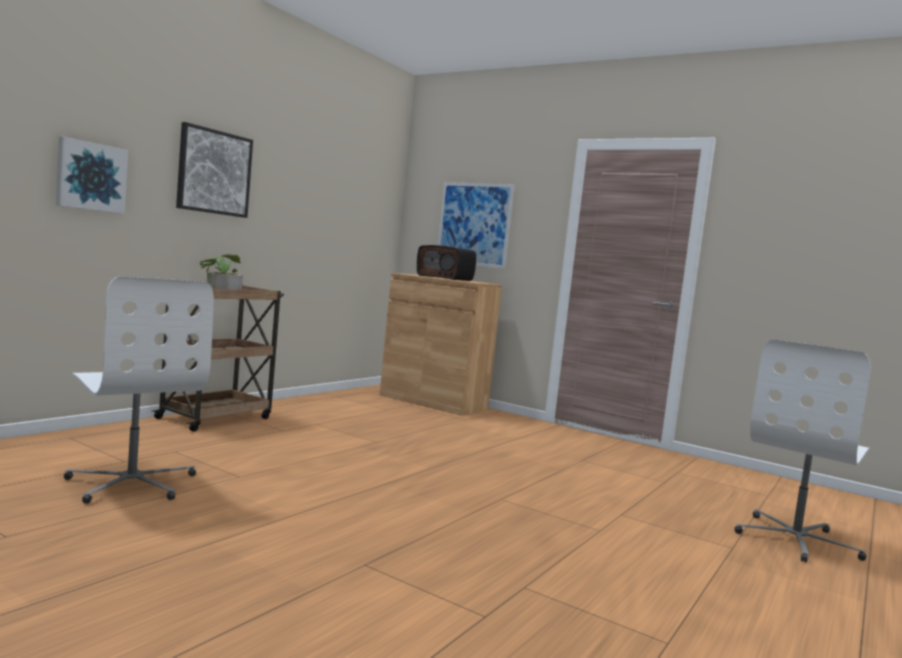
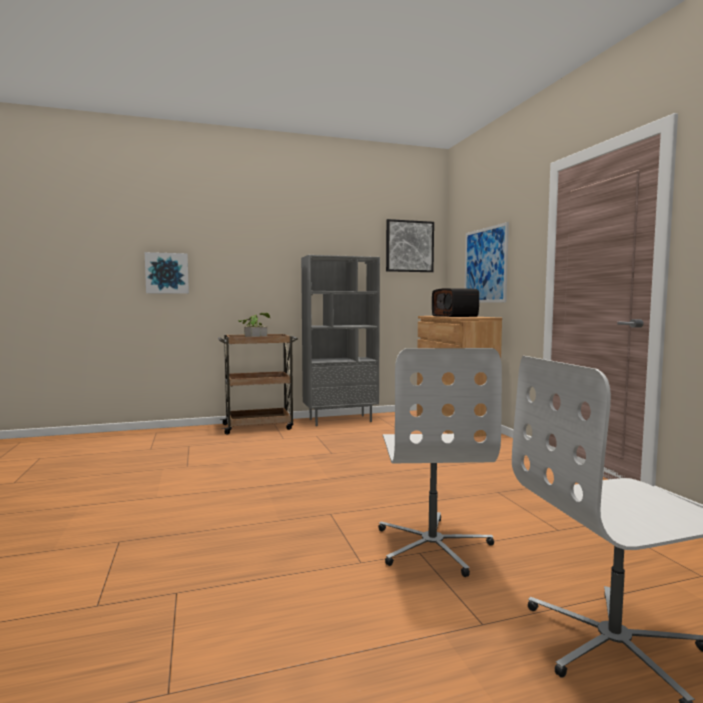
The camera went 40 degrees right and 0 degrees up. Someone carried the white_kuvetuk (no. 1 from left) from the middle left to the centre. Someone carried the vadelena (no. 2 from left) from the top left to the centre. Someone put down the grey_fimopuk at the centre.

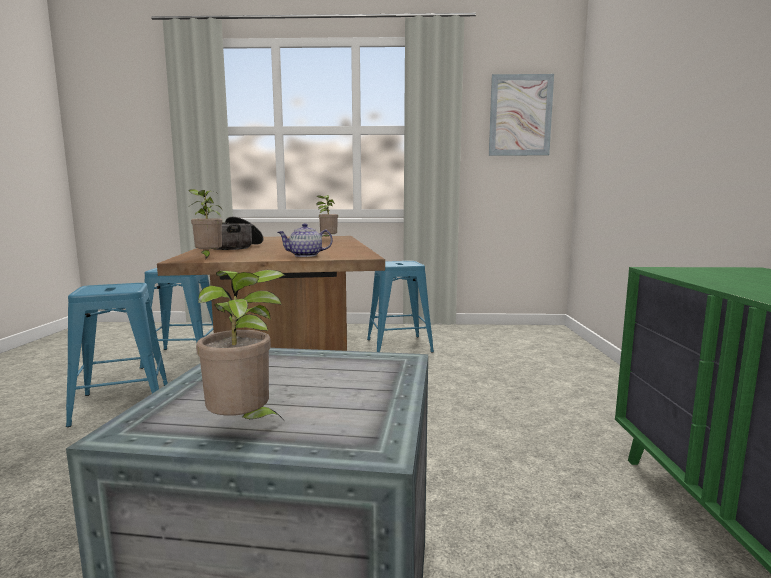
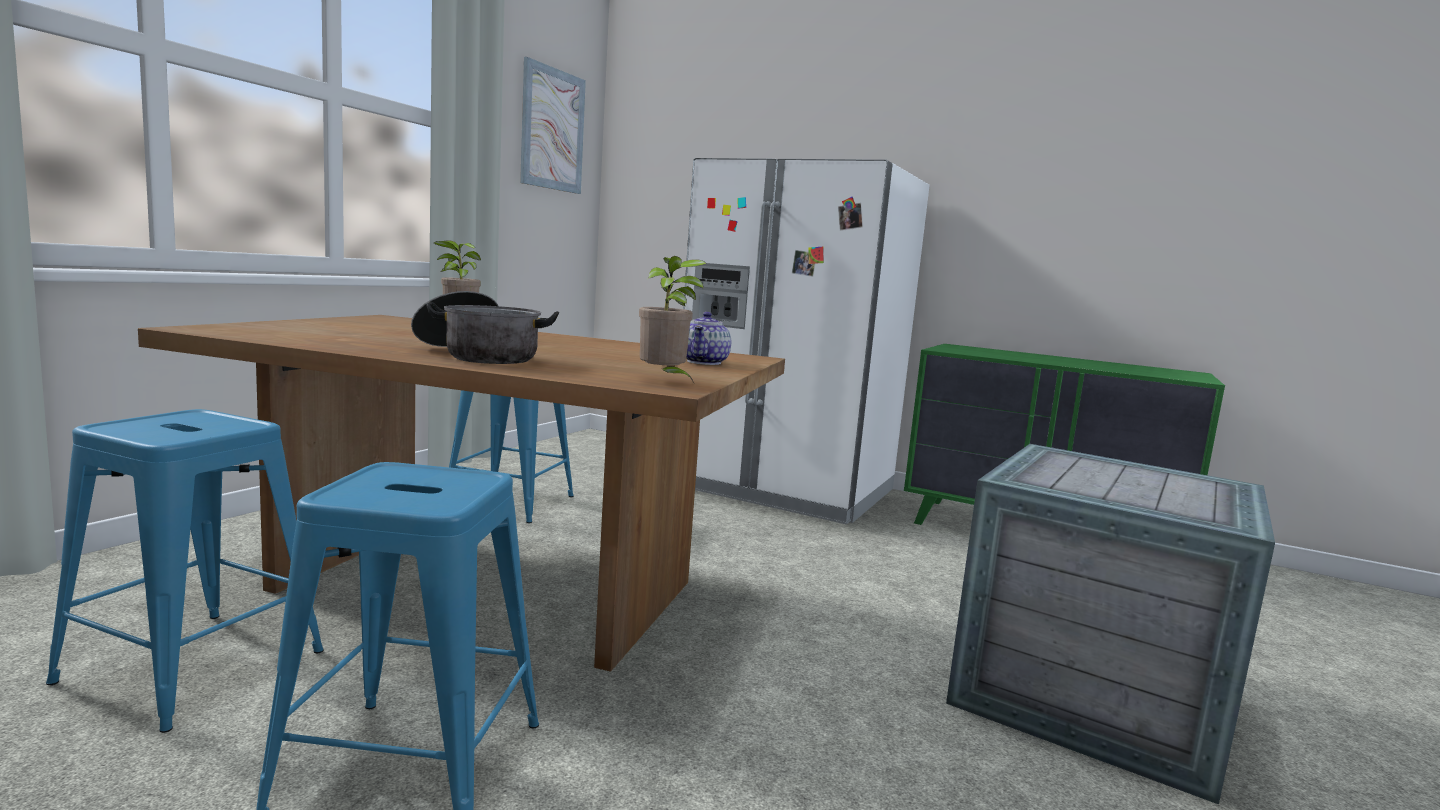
The camera went 65 degrees left and 0 degrees up. Someone took away the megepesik (no. 2 from left) at the middle left. Someone put down the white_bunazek at the centre.

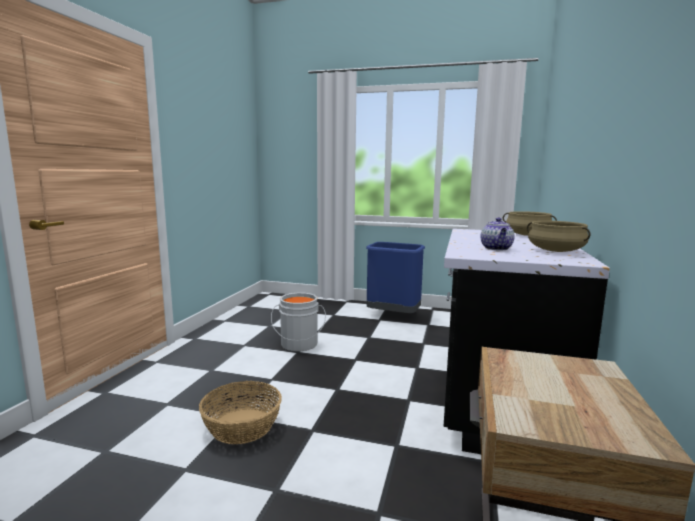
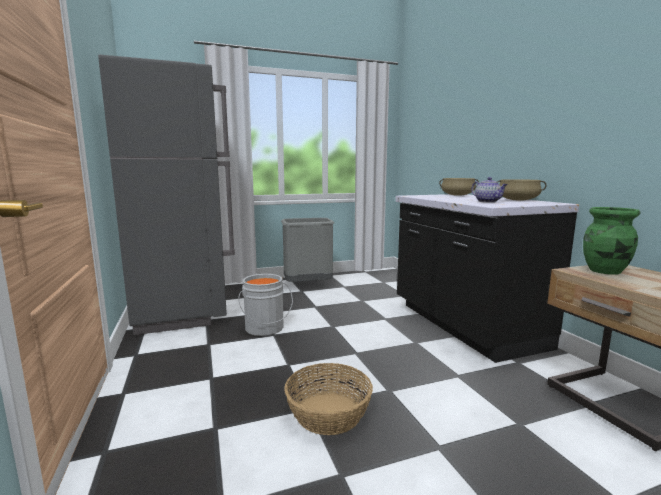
The camera went 35 degrees left and 0 degrees up. Someone repainted the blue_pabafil at the centre, which became the grey_pabafil at the centre. Someone put down the grey_bunazek at the middle left. Someone put down the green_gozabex at the middle right.

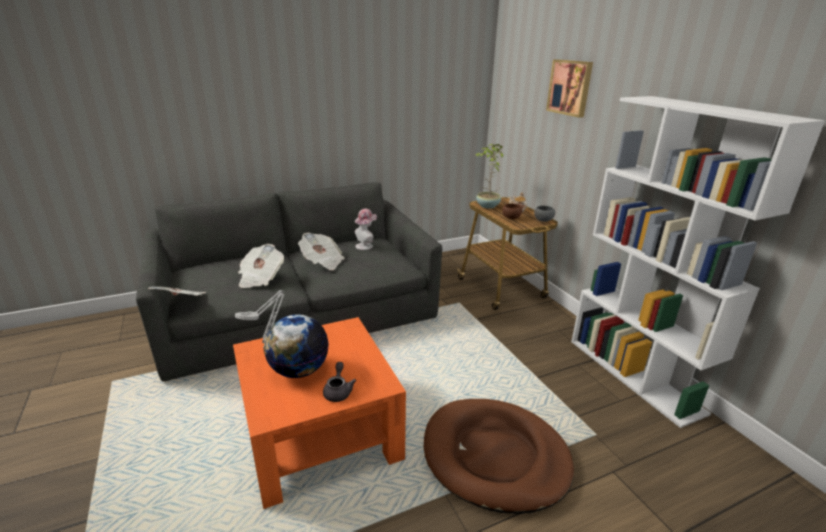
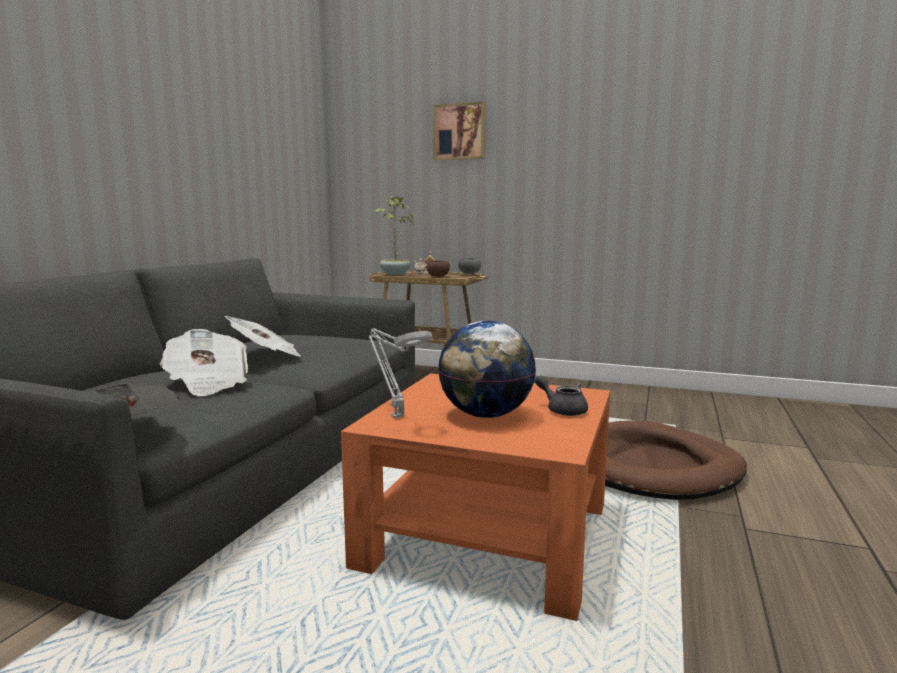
The camera went 45 degrees left and 15 degrees down. Someone took away the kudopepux at the centre. Someone took away the white_fimopuk at the middle right.

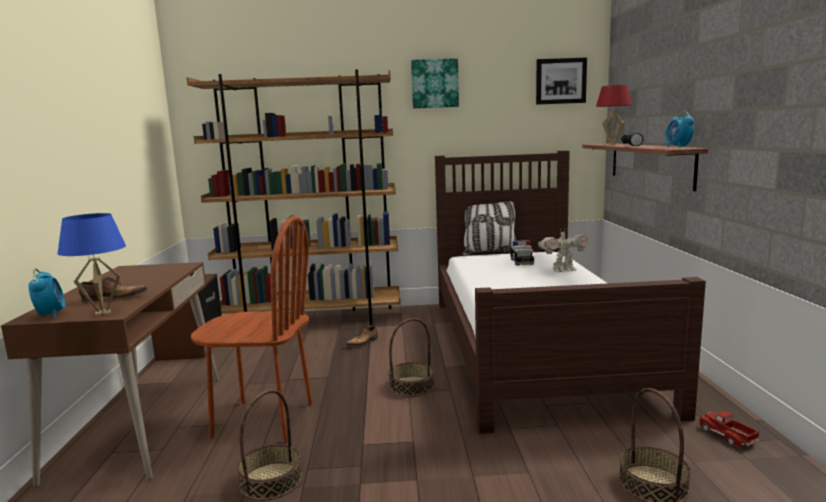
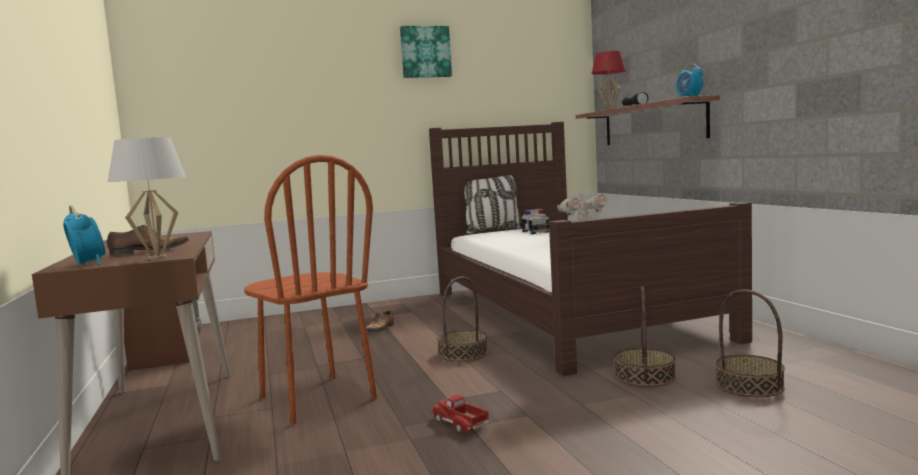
The camera went 15 degrees left and 5 degrees down. Someone repainted the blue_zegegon at the middle left, which became the white_zegegon at the middle left. Someone took away the brown_fimopuk at the centre. Someone rotated the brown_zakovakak at the middle left by 60 degrees clockwise. Someone carried the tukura (no. 1 from left in the first image) from the bottom left to the bottom right. Someone took away the vadelena (no. 2 from left) at the top right. Someone carried the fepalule from the bottom right to the bottom centre.

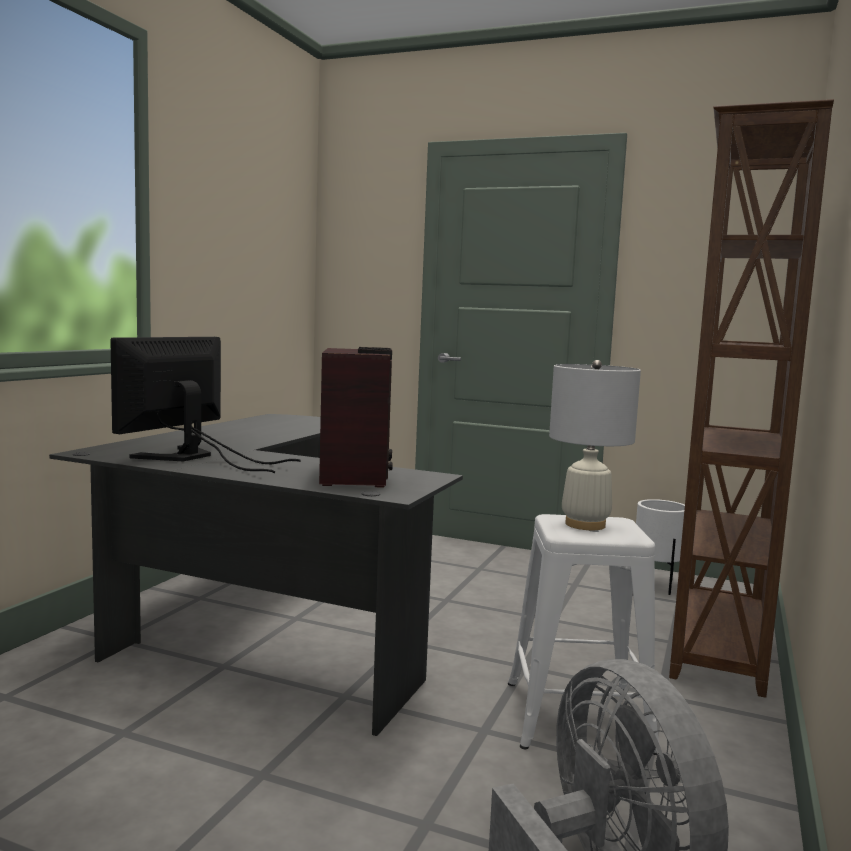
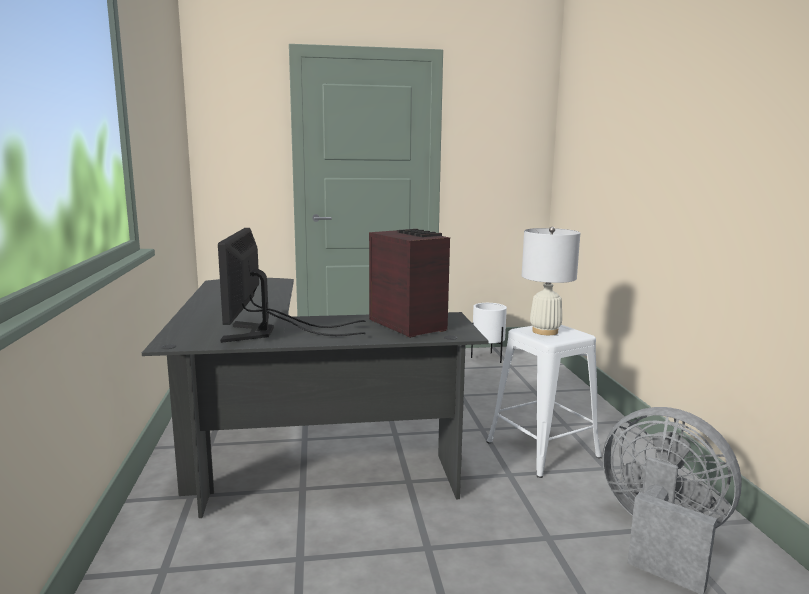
The camera went 30 degrees left and 5 degrees up. Someone took away the brown_fimopuk at the middle right.

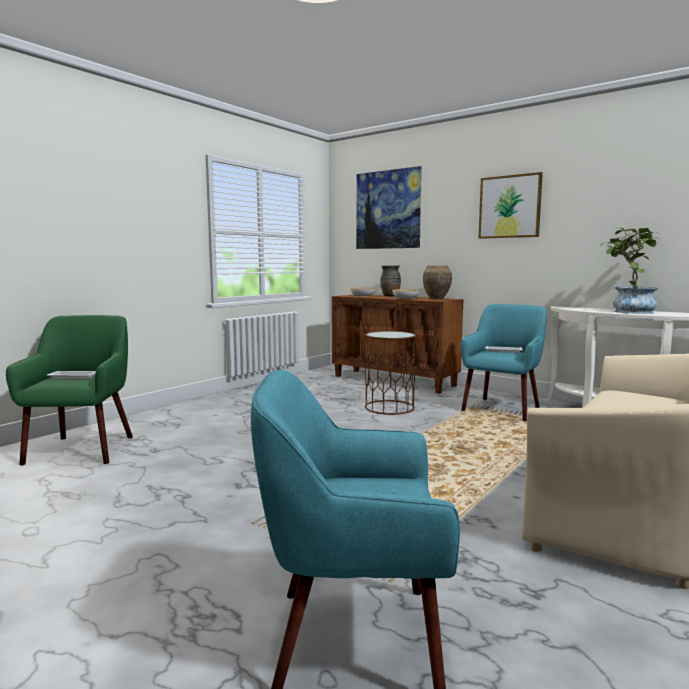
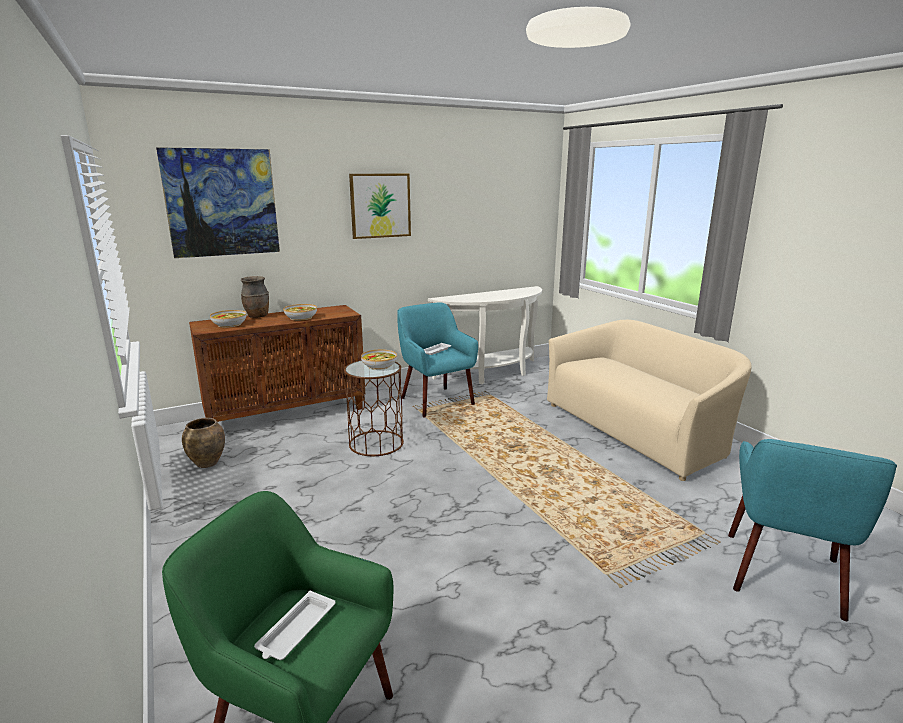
The camera went 65 degrees left and 10 degrees up. Someone carried the brown_gozabex (no. 2 from left in the first image) from the centre to the middle left. Someone took away the megepesik at the middle right. Someone put down the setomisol (no. 3 from left) at the centre.

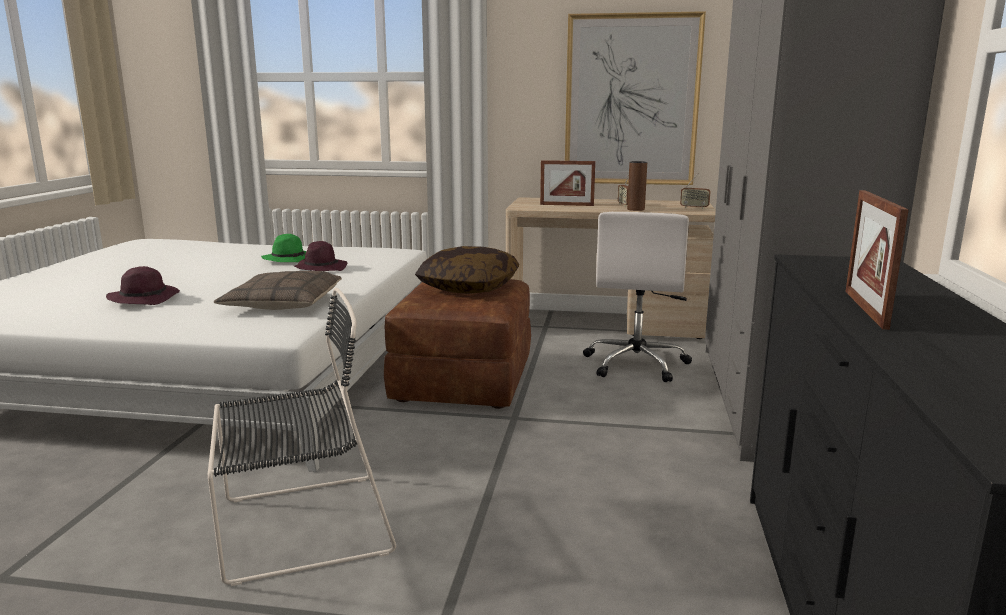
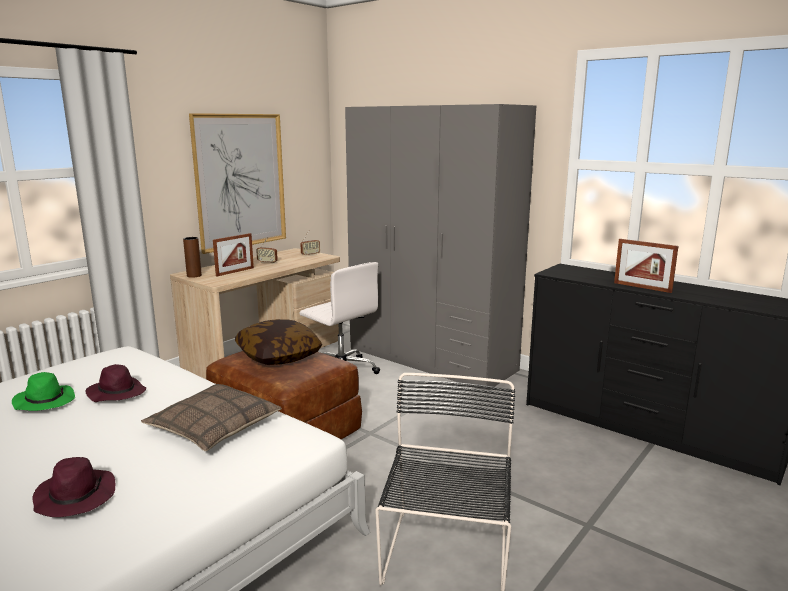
The camera went 60 degrees left and 0 degrees up. Someone carried the brown_gozabex from the top centre to the middle left.

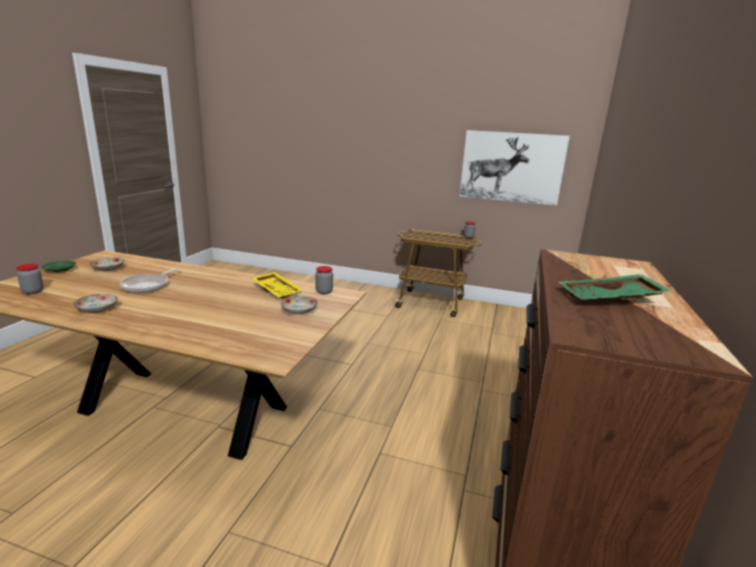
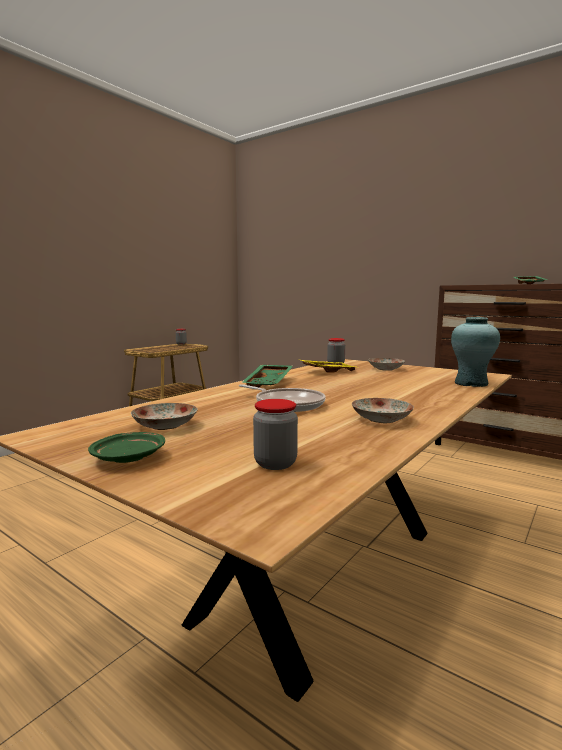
The camera went 70 degrees left and 10 degrees down. Someone took away the vadelena at the top right. Someone put down the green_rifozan (no. 1 from left) at the centre. Someone put down the turquoise_gozabex at the middle right.

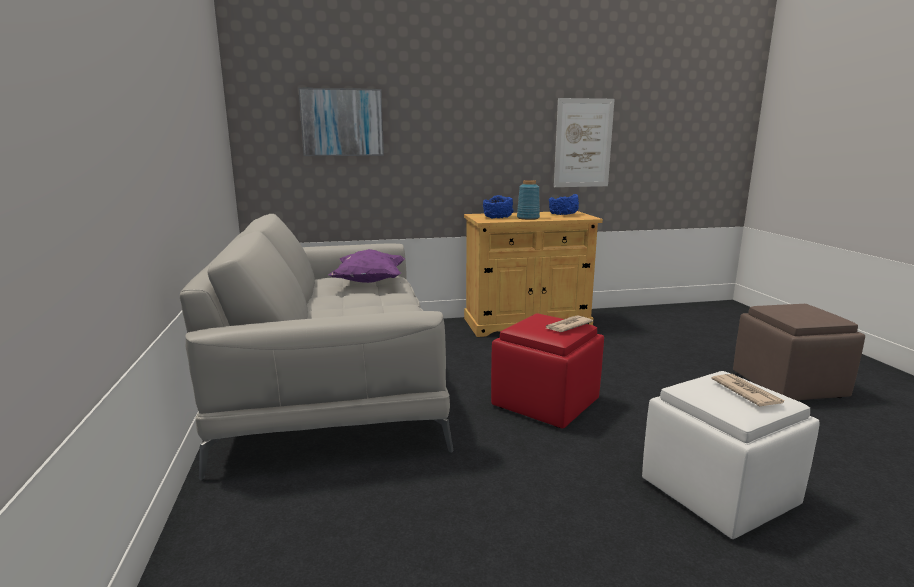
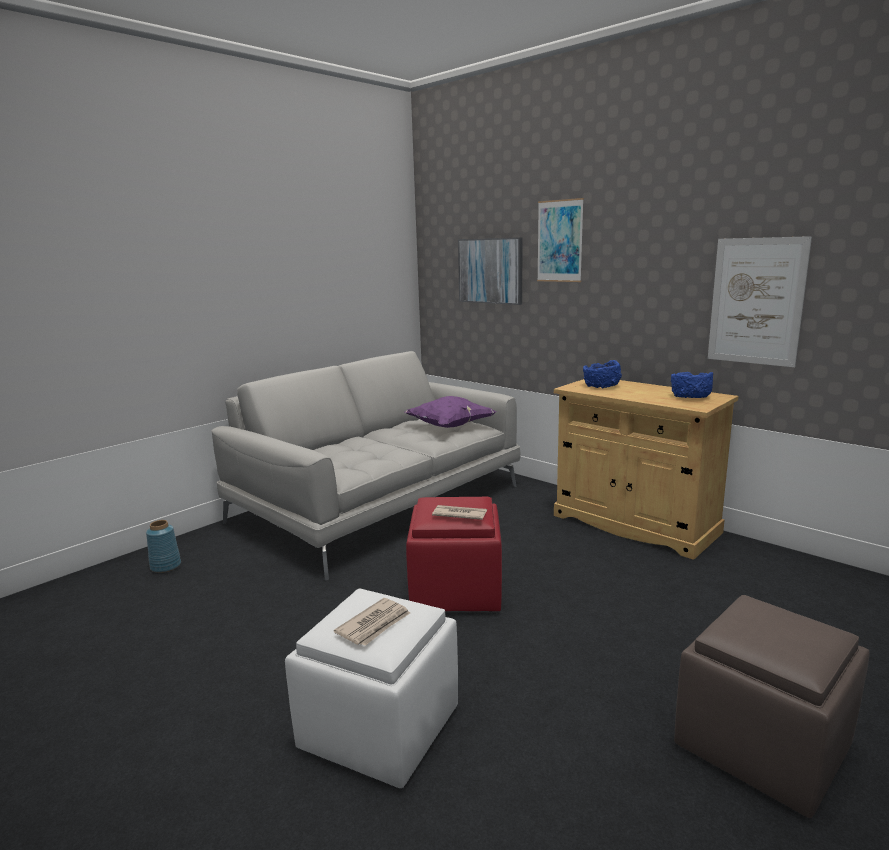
The camera went 55 degrees right and 0 degrees up. Someone carried the blue_gozabex from the centre to the middle left. Someone put up the vadelena (no. 2 from left) at the top centre.

